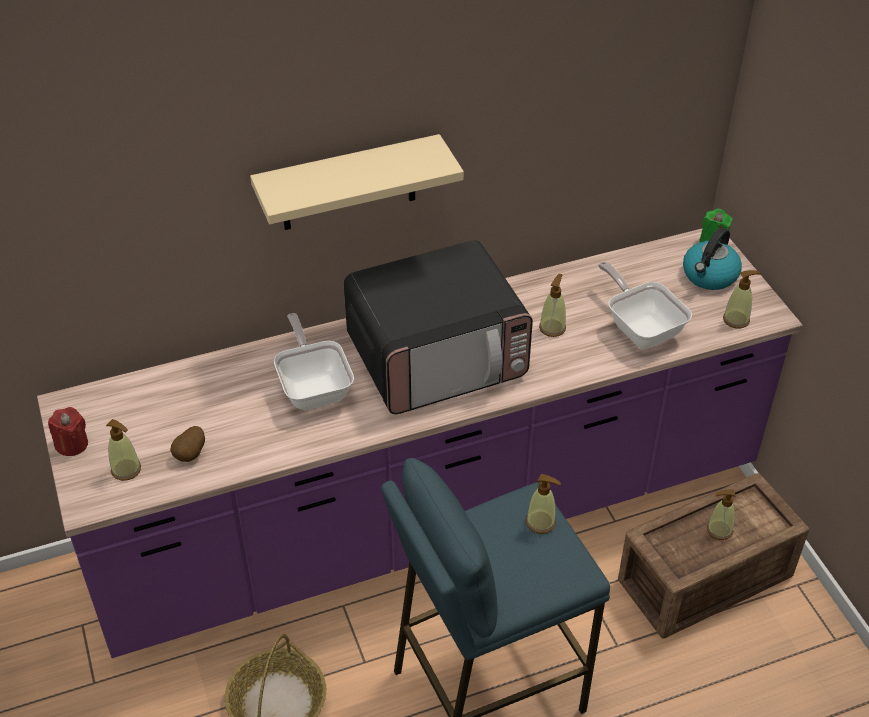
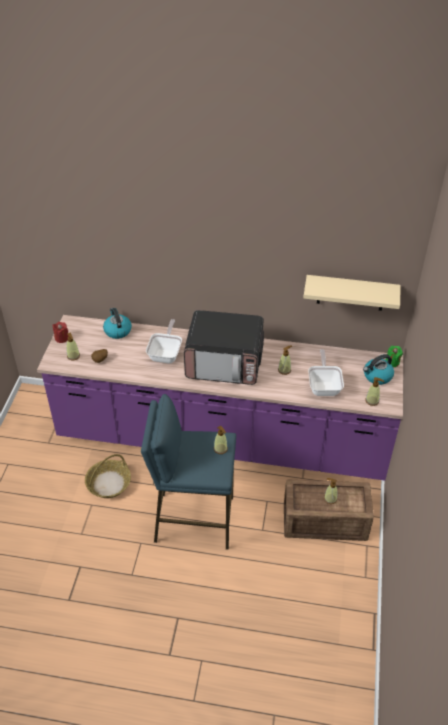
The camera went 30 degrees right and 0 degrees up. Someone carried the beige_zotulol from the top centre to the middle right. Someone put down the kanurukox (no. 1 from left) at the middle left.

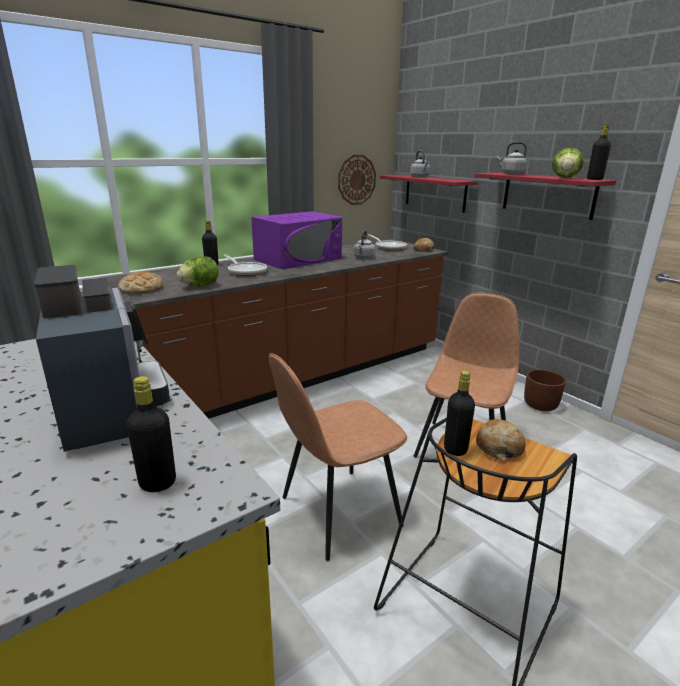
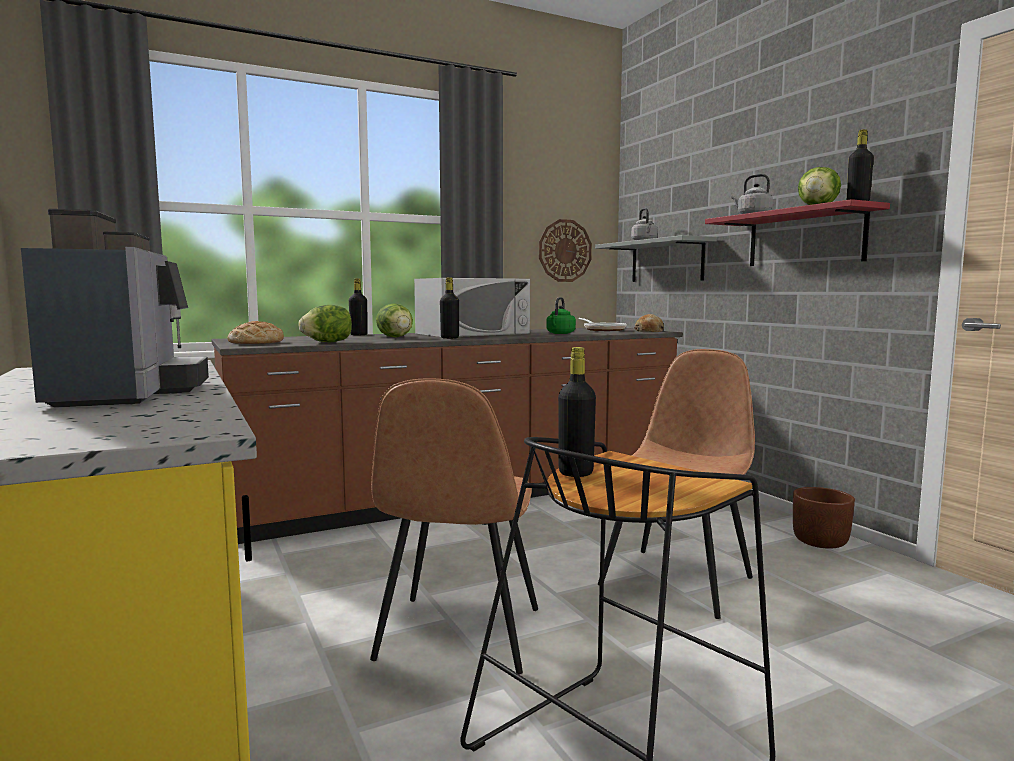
The camera went 10 degrees right and 15 degrees down. Someone carried the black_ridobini (no. 1 from left in the first image) from the middle left to the centre. Someone swapped the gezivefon (no. 1 from left) at the centre for the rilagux (no. 2 from left) at the centre. Someone repainted the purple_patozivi at the centre, which became the white_patozivi at the centre. Someone rotated the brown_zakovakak (no. 1 from left) at the centre by 60 degrees counterclockwise. Someone repainted the grey_kanurukox (no. 1 from left) at the centre, which became the green_kanurukox at the centre. Someone repainted the red_zotulol (no. 1 from left) at the top centre, which became the grey_zotulol at the centre. Someone took away the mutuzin (no. 3 from left) at the middle right.

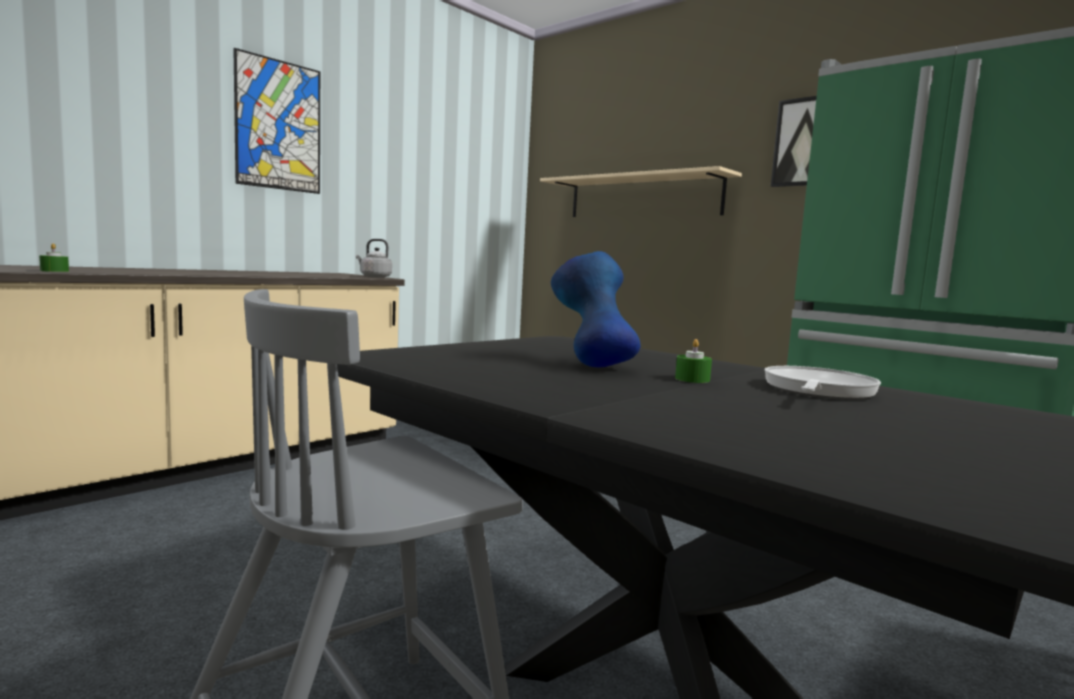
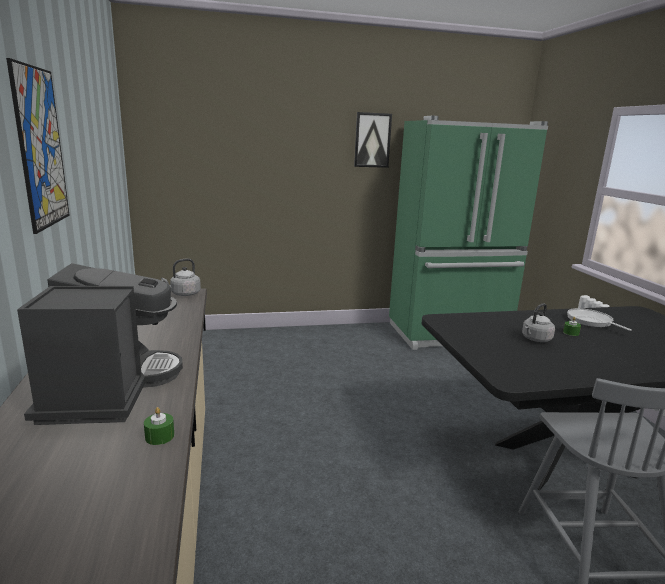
The camera went 55 degrees left and 10 degrees up. Someone took away the beige_zotulol at the top centre. Someone swapped the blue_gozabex at the centre for the grey_kanurukox (no. 2 from left) at the middle right. Someone put down the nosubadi at the middle left.

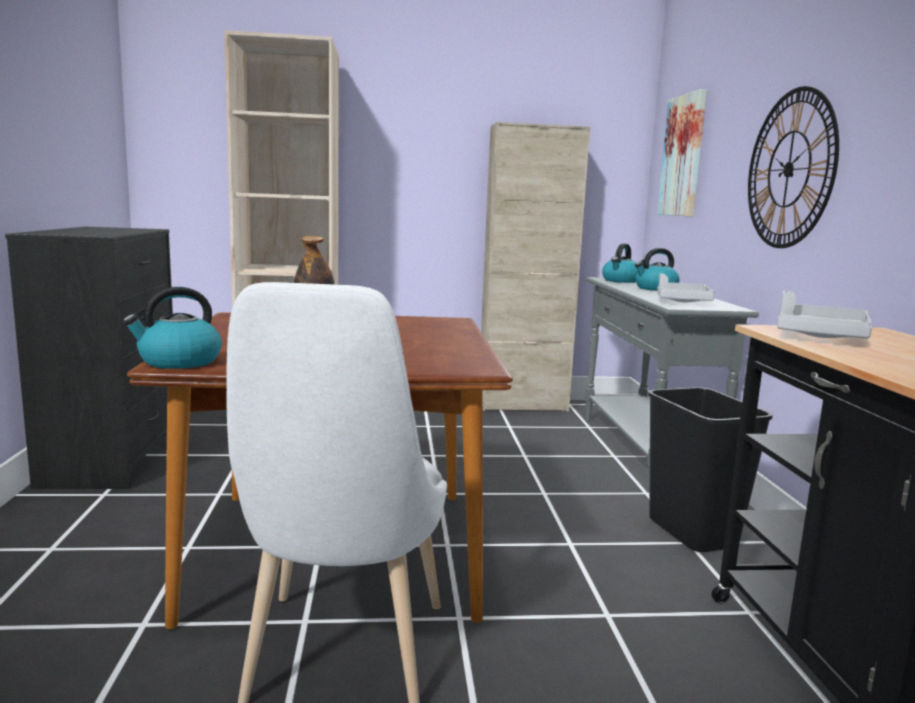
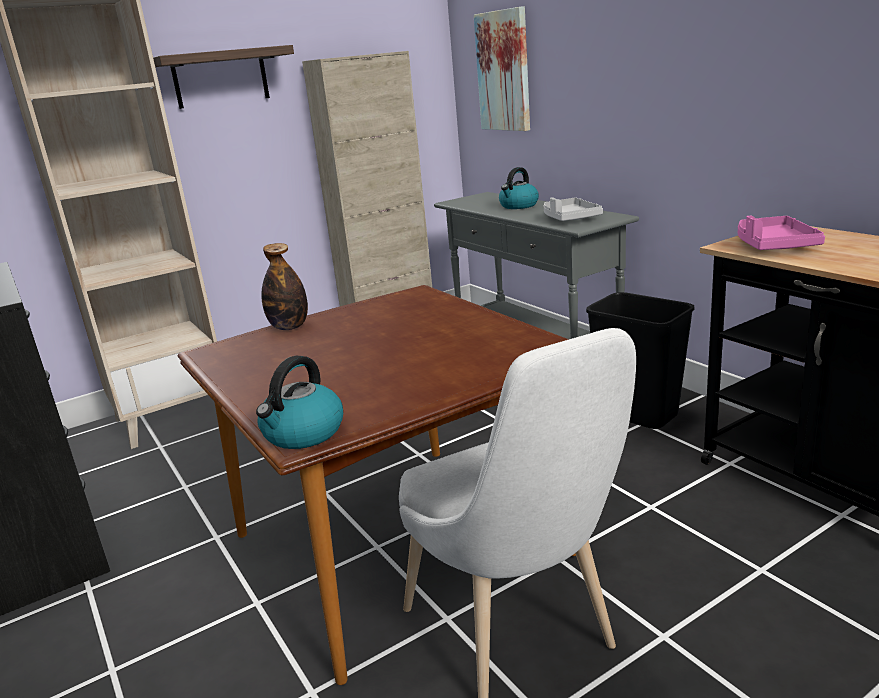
The camera went 25 degrees left and 10 degrees up. Someone took away the kanurukox (no. 2 from left) at the middle right. Someone took away the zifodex at the top right. Someone repainted the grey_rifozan (no. 2 from left) at the middle right, which became the pink_rifozan at the middle right. Someone put up the zotulol at the top left.

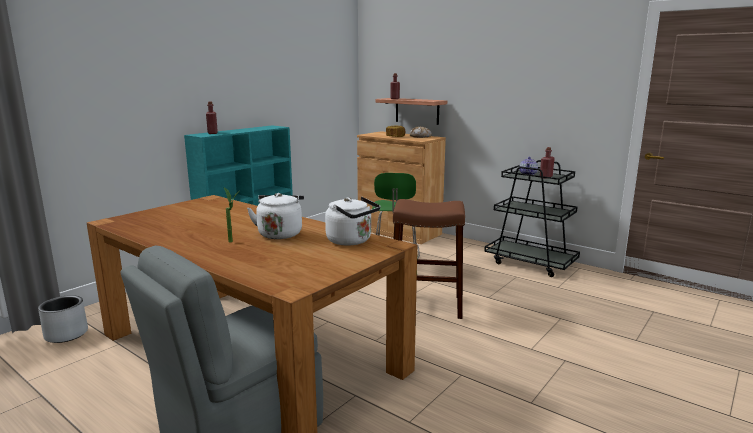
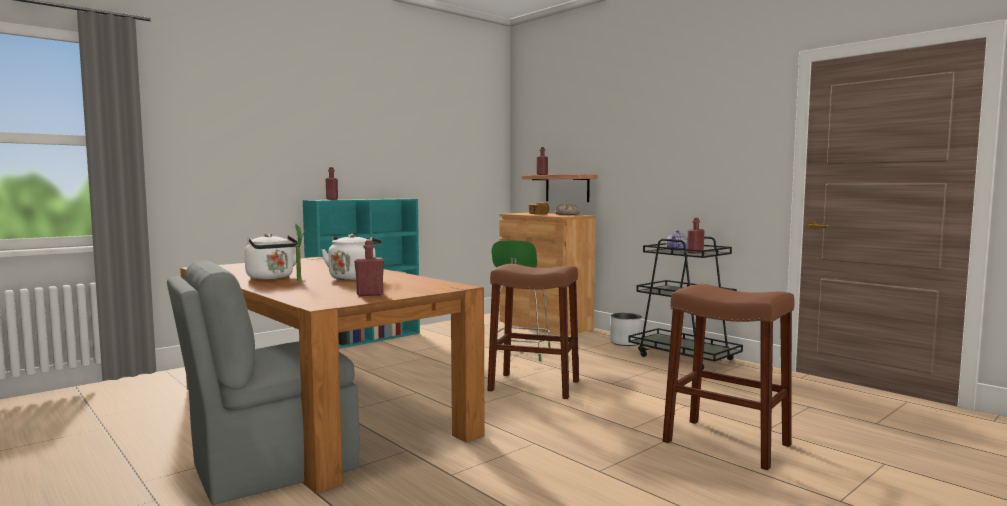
The camera went 10 degrees right and 10 degrees down. Someone carried the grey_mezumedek from the bottom left to the centre. Someone carried the white_kanurukox (no. 2 from left in the first image) from the centre to the middle left. Someone put down the red_ridobini (no. 2 from left) at the centre. Someone put down the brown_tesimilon (no. 2 from left) at the bottom right.

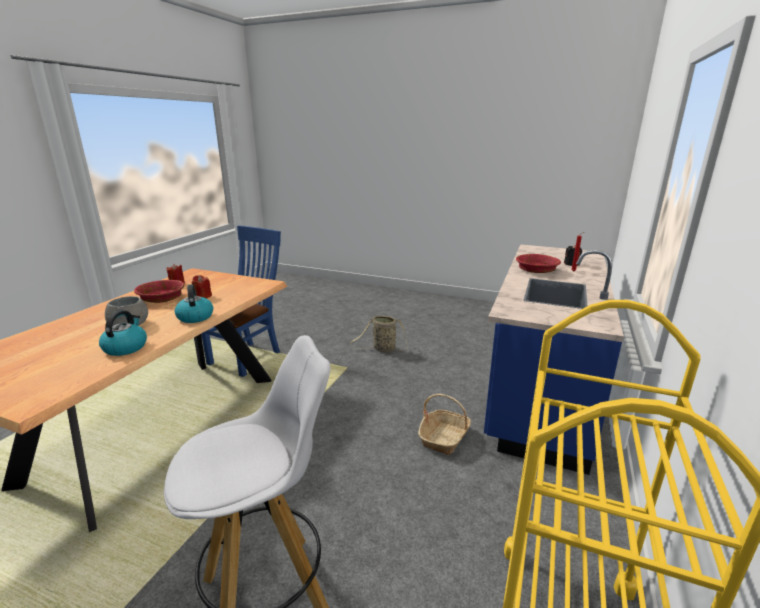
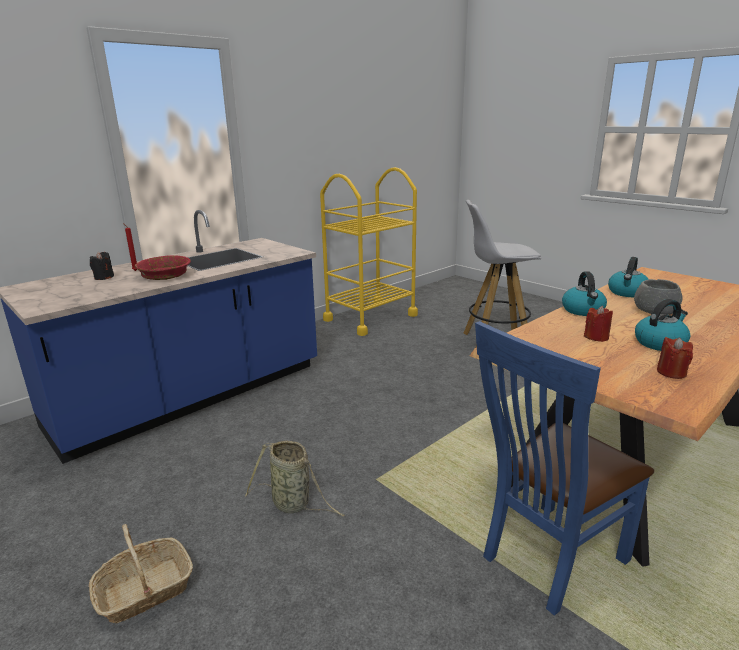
The camera went 155 degrees left and 0 degrees up. Someone swapped the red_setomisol (no. 1 from left) at the middle left for the kanurukox (no. 3 from left) at the middle right. Someone carried the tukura (no. 2 from left in the first image) from the bottom centre to the bottom left.

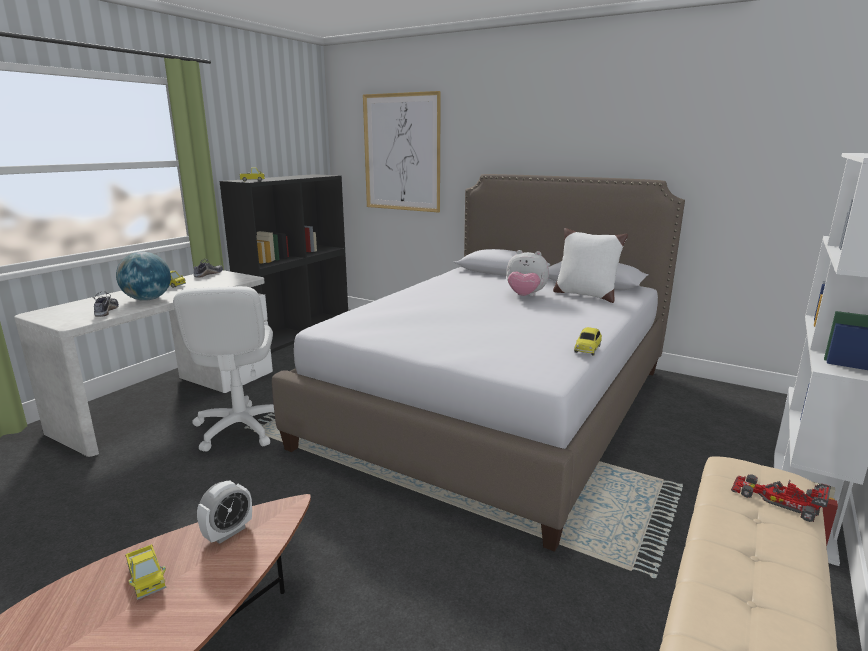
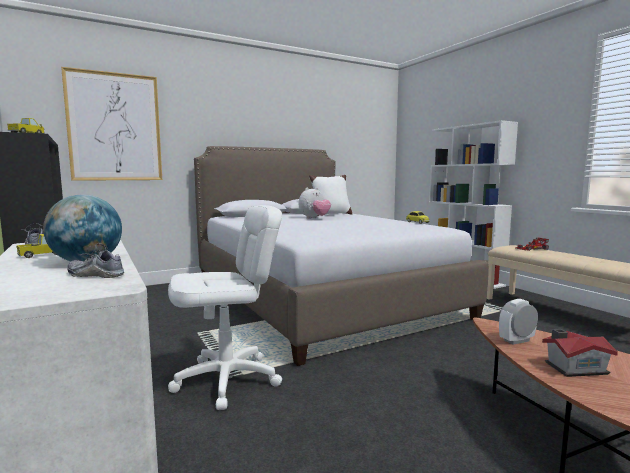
The camera went 60 degrees left and 10 degrees down. Someone swapped the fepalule (no. 1 from left) at the bottom left for the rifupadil at the bottom right. Someone rotated the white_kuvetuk at the middle left by 45 degrees counterclockwise. Someone rotated the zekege at the bottom left by 90 degrees counterclockwise.

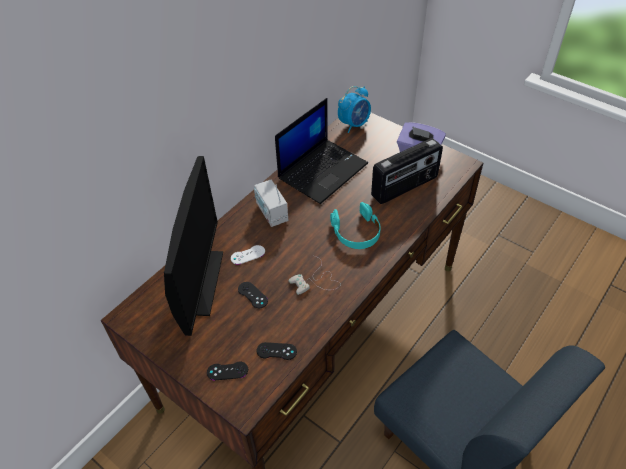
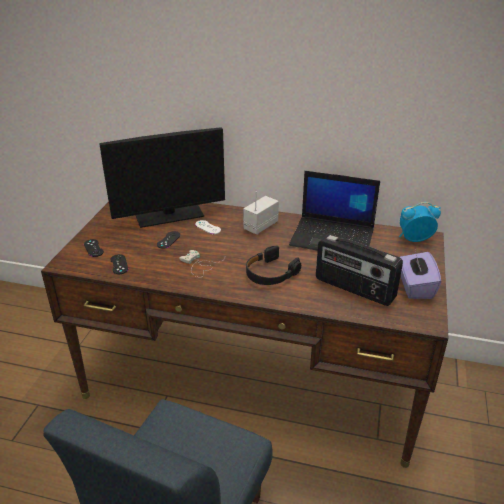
The camera went 65 degrees right and 15 degrees down. Someone repainted the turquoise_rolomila at the centre, which became the black_rolomila at the centre. Someone rotated the zekege at the top centre by 150 degrees clockwise.

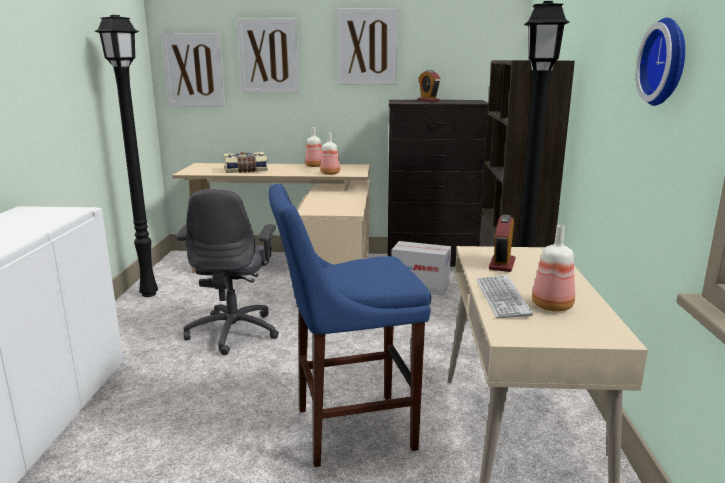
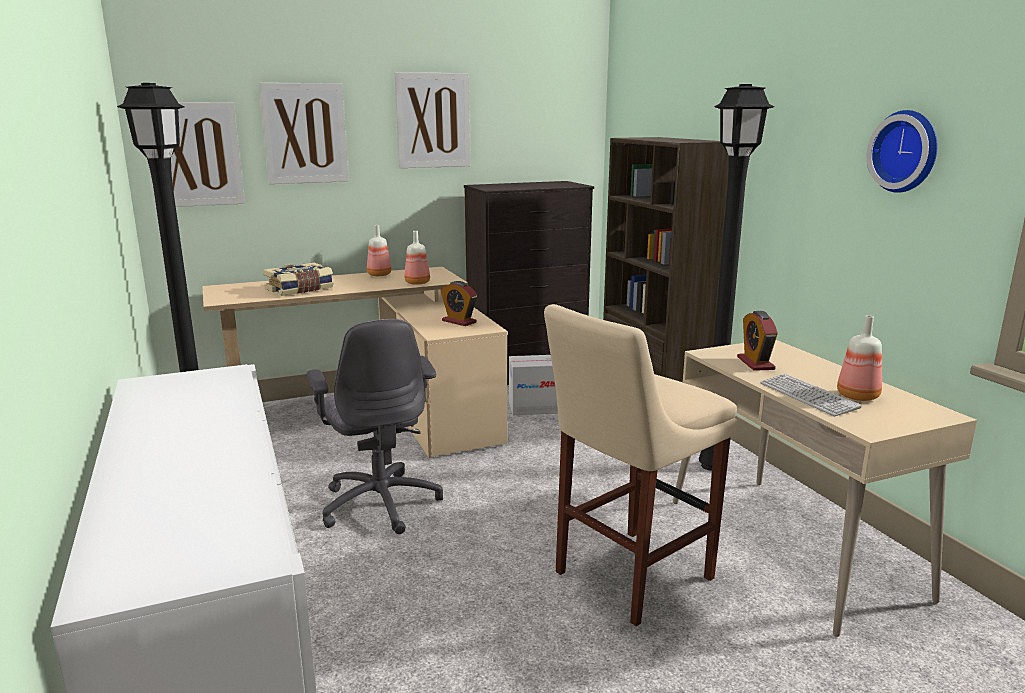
The camera went 25 degrees left and 0 degrees up. Someone repainted the blue_tesimilon at the bottom centre, which became the beige_tesimilon at the bottom centre. Someone carried the zekege (no. 1 from left) from the top centre to the centre.

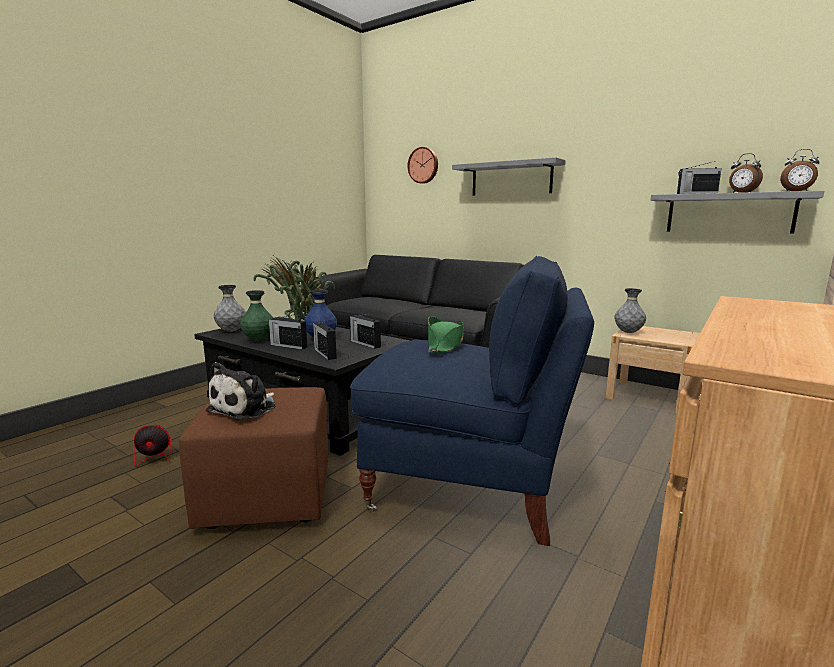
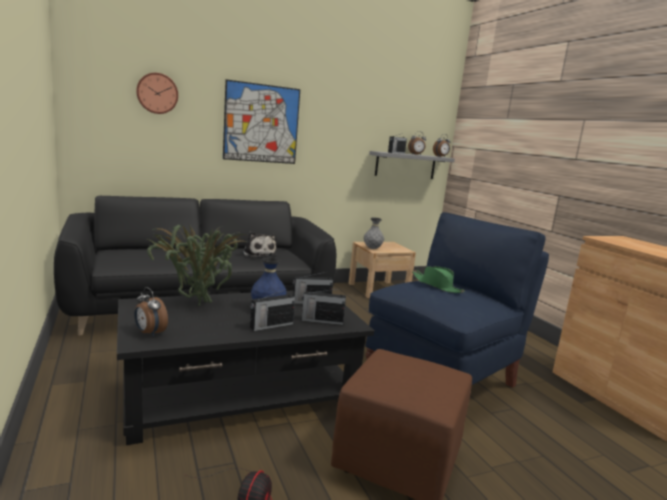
The camera went 60 degrees left and 0 degrees up. Someone carried the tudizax from the middle left to the centre. Someone swapped the grey_gozabex (no. 1 from left) at the middle left for the zekege (no. 1 from left) at the middle left. Someone took away the green_gozabex at the middle left. Someone swapped the grey_zotulol (no. 1 from left) at the top centre for the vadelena at the top centre.

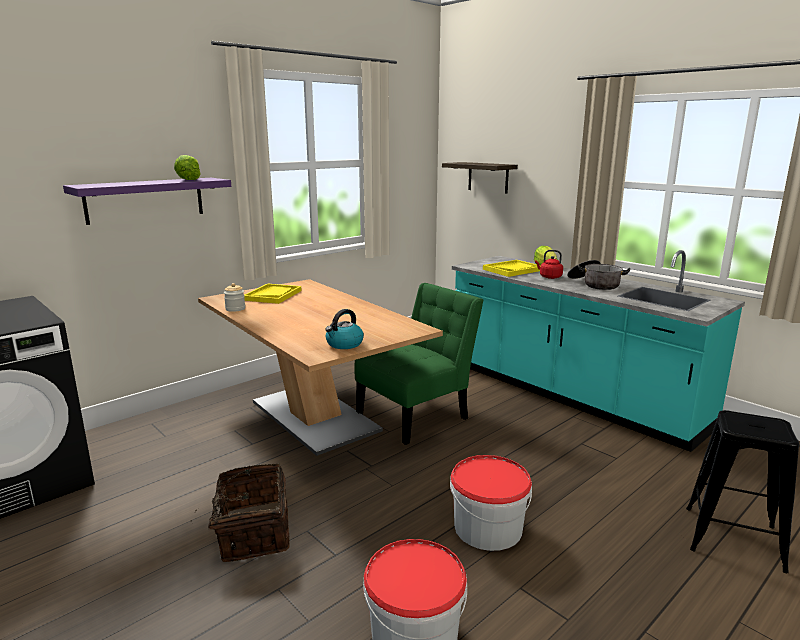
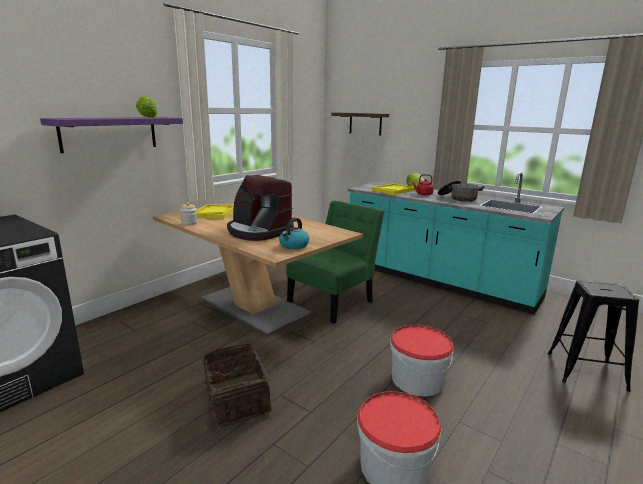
The camera went 10 degrees left and 0 degrees up. Someone put down the nosubadi at the centre.

